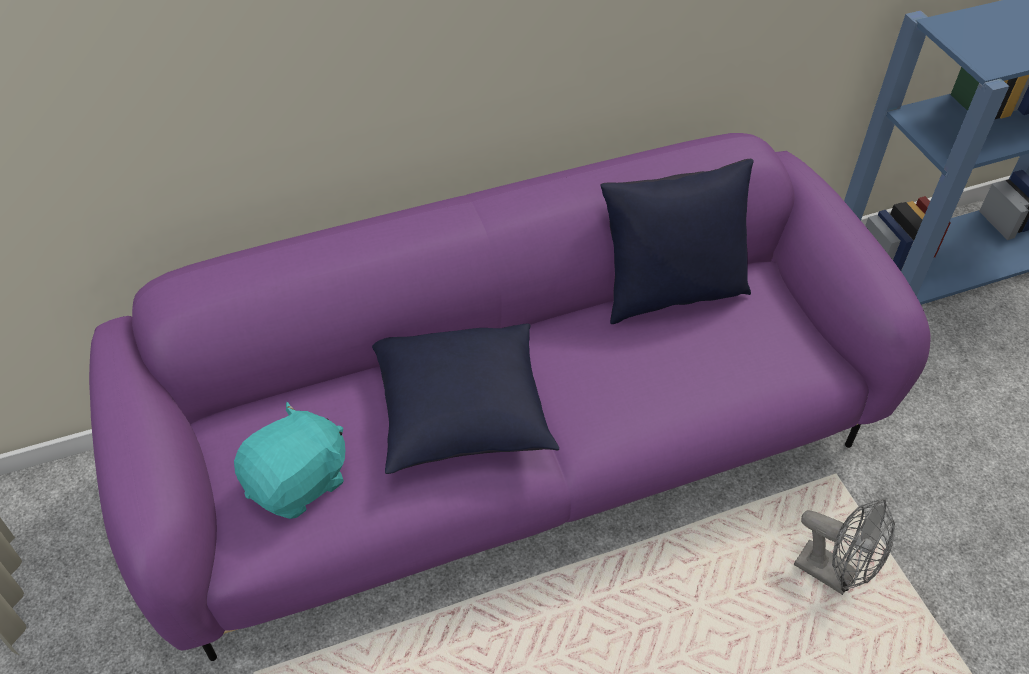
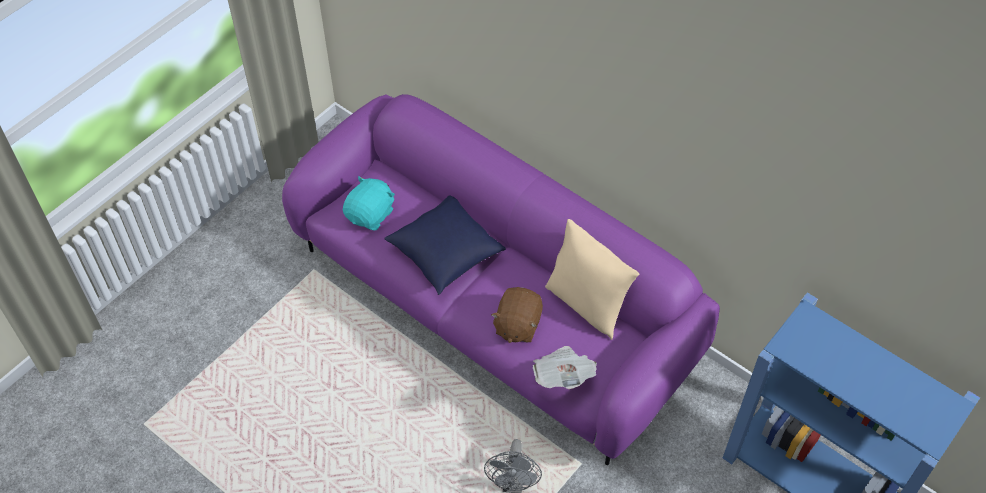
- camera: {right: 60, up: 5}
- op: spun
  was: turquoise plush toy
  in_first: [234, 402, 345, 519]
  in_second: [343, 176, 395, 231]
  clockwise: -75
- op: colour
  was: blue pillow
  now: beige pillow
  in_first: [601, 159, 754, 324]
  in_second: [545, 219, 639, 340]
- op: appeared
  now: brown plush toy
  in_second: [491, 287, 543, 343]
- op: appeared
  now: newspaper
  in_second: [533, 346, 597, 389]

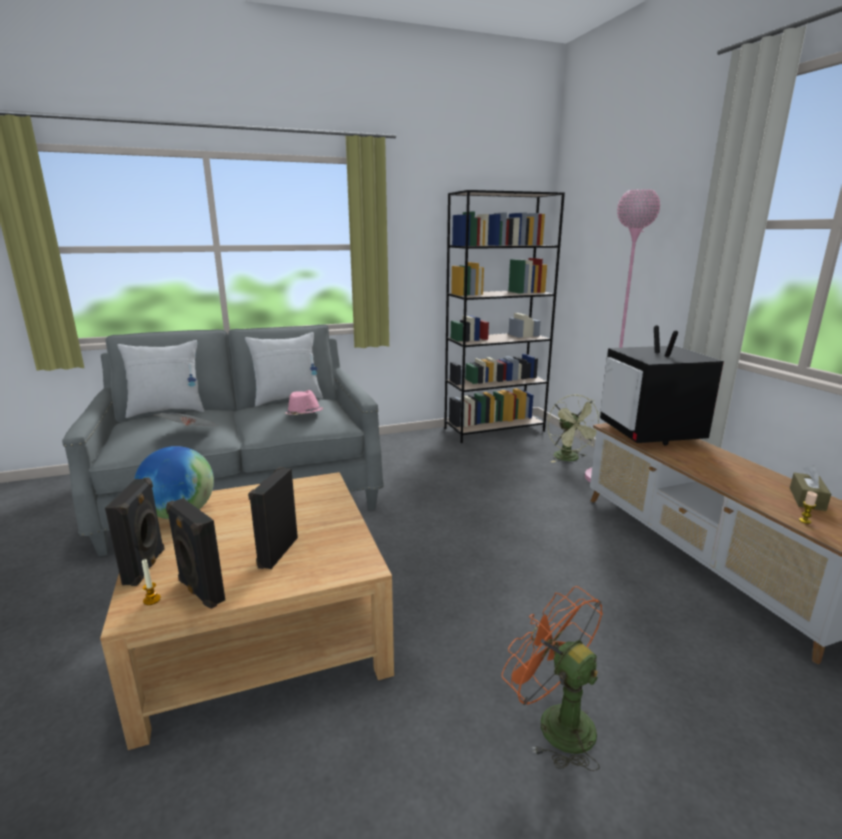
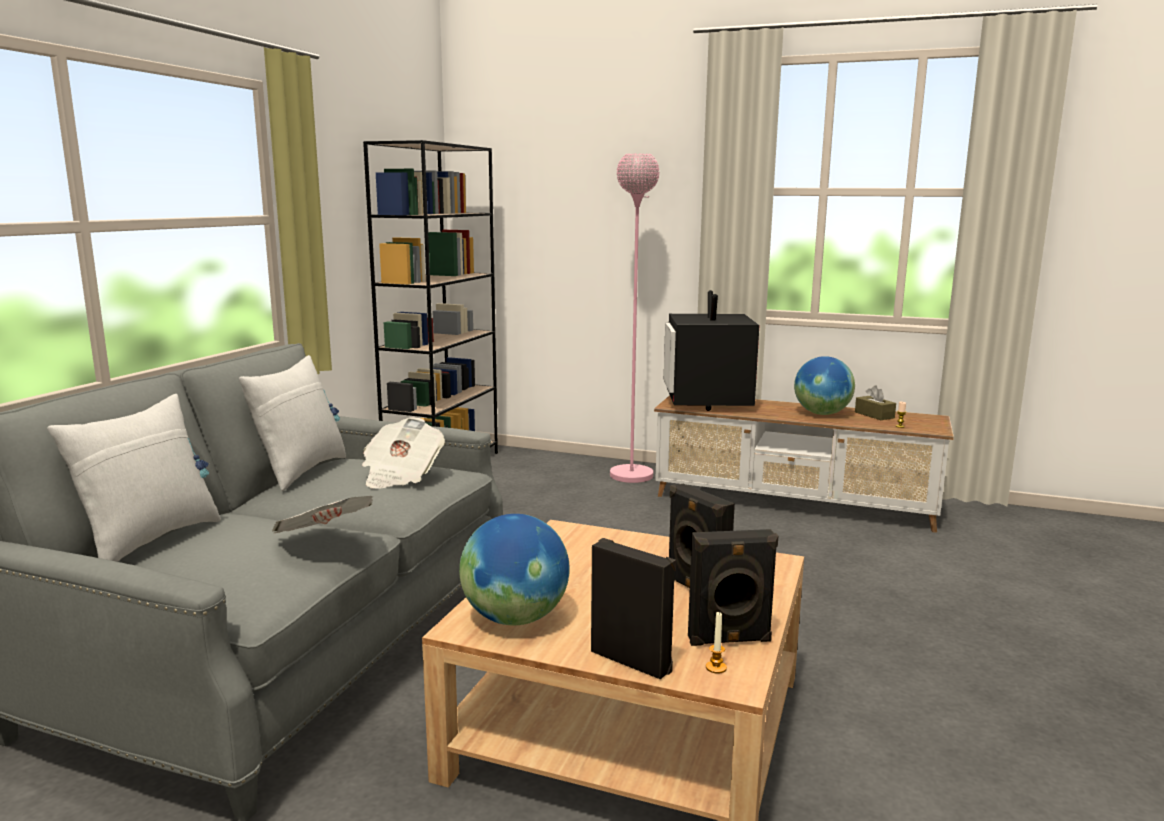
- camera: {right: -50, up: -5}
- op: exchanged
  was: pink hat
  now: newspaper
  in_first: [285, 390, 324, 415]
  in_second: [362, 417, 445, 489]
- op: missing
  was: orange fan
  in_first: [502, 586, 603, 771]
- op: missing
  was: green fan
  in_first: [547, 394, 600, 463]
- op: spun
  was: television
  in_first: [600, 325, 724, 446]
  in_second: [664, 290, 759, 411]
  clockwise: 60
- op: appeared
  now: globe
  in_second: [794, 356, 855, 415]

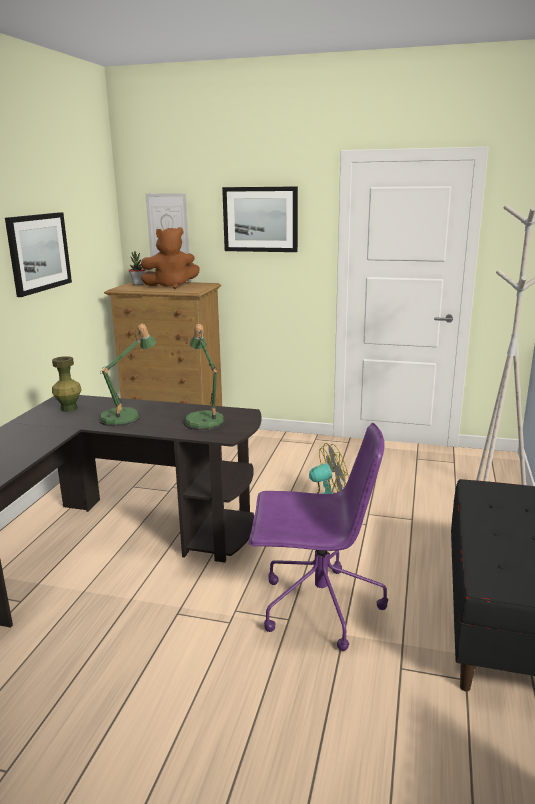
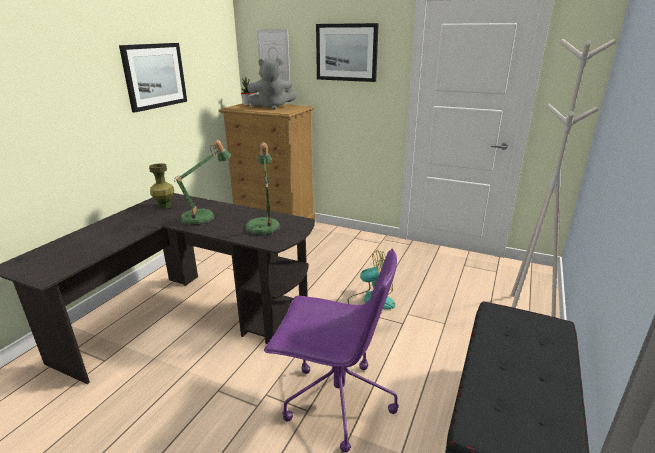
- camera: {right: 10, up: 5}
- op: colour
  was: brown plush toy
  now: grey plush toy
  in_first: [141, 227, 200, 289]
  in_second: [247, 58, 297, 110]

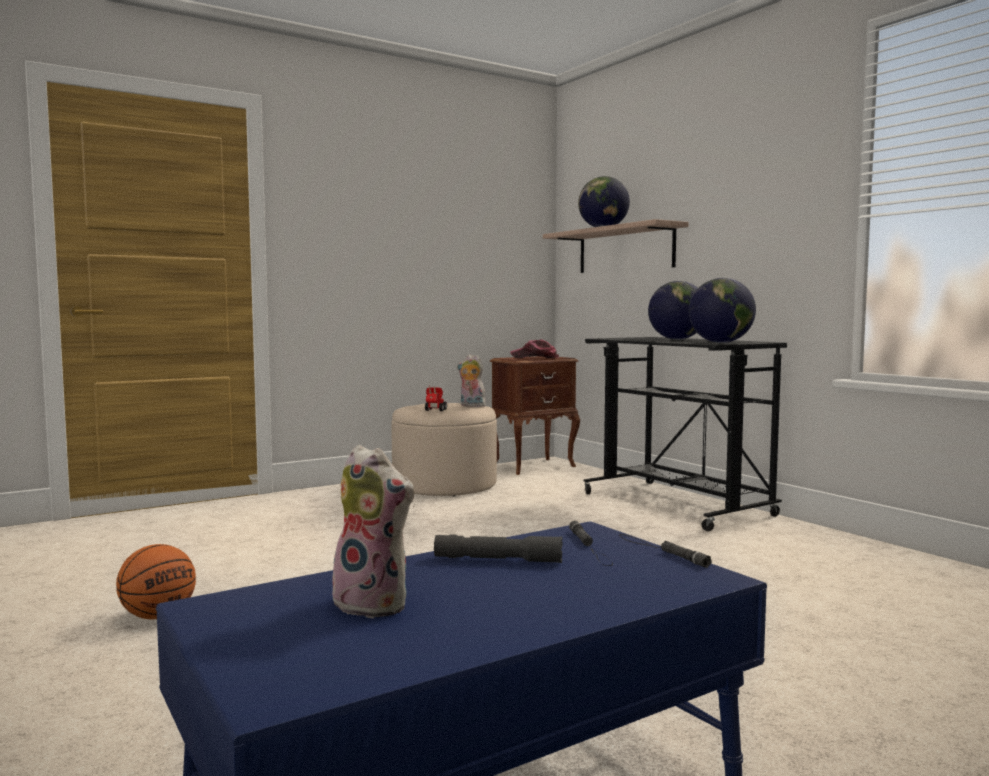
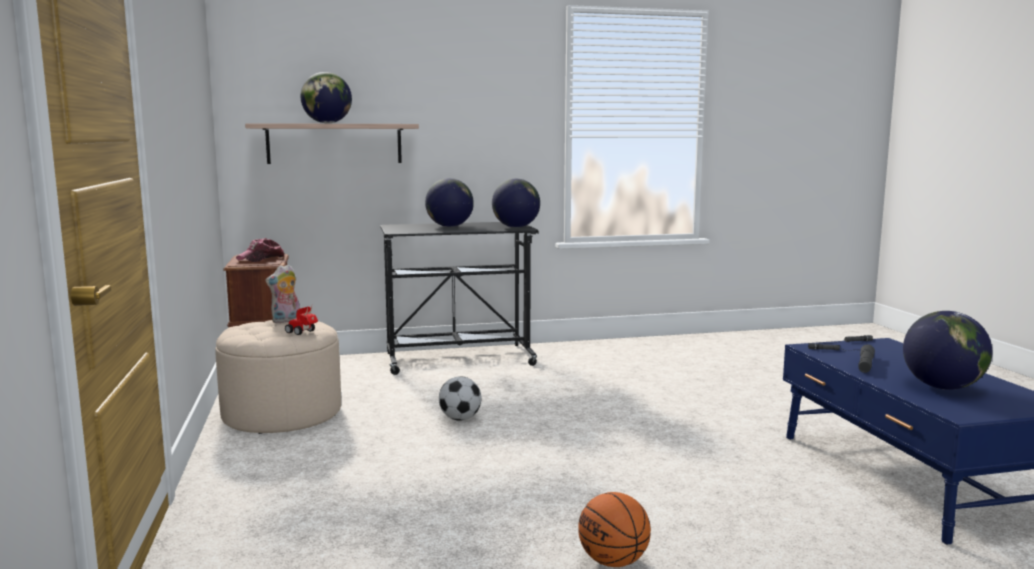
- camera: {right: -70, up: 5}
- op: exchanged
  was: plush toy
  now: globe
  in_first: [330, 445, 415, 618]
  in_second: [903, 311, 992, 390]
- op: appeared
  now: football
  in_second: [439, 376, 481, 421]

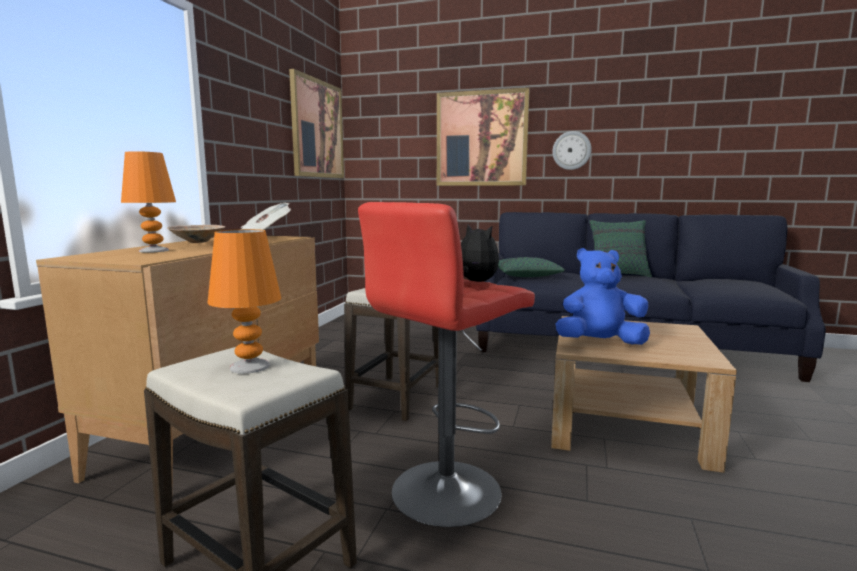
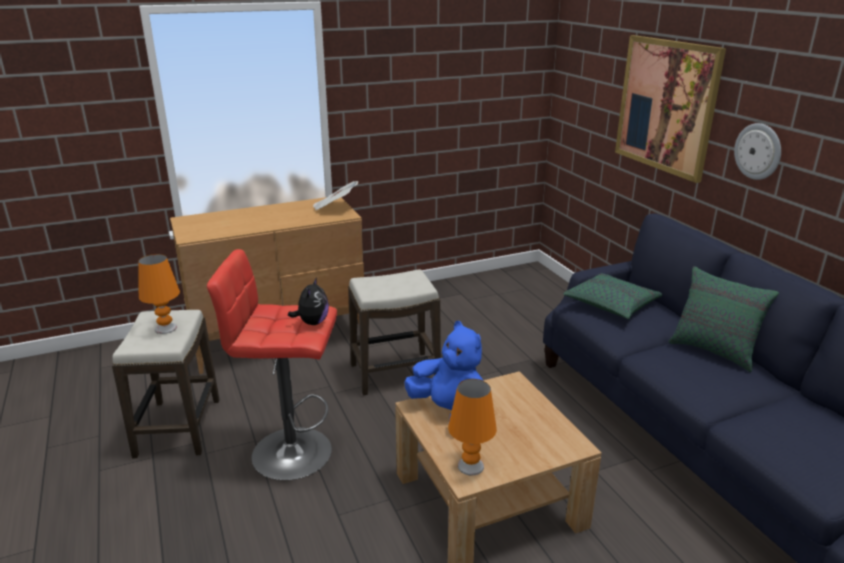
- camera: {right: 50, up: 15}
- op: relocated
  was: orange table lamp
  in_first: [121, 151, 176, 253]
  in_second: [448, 379, 497, 475]
- op: missing
  was: beige bowl
  in_first: [167, 225, 225, 243]
- op: missing
  was: picture
  in_first: [289, 69, 344, 178]

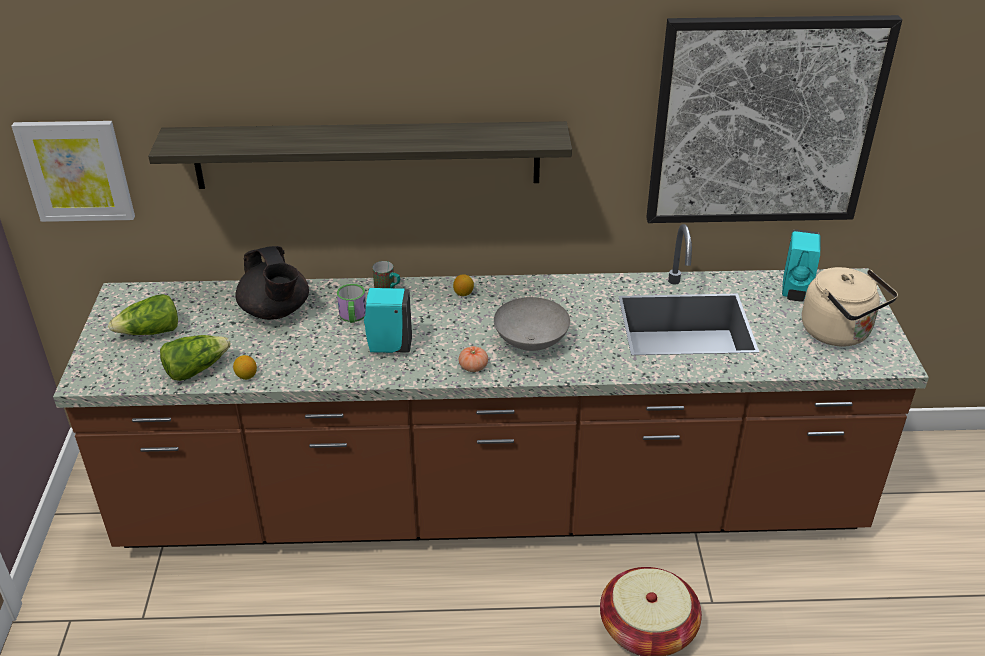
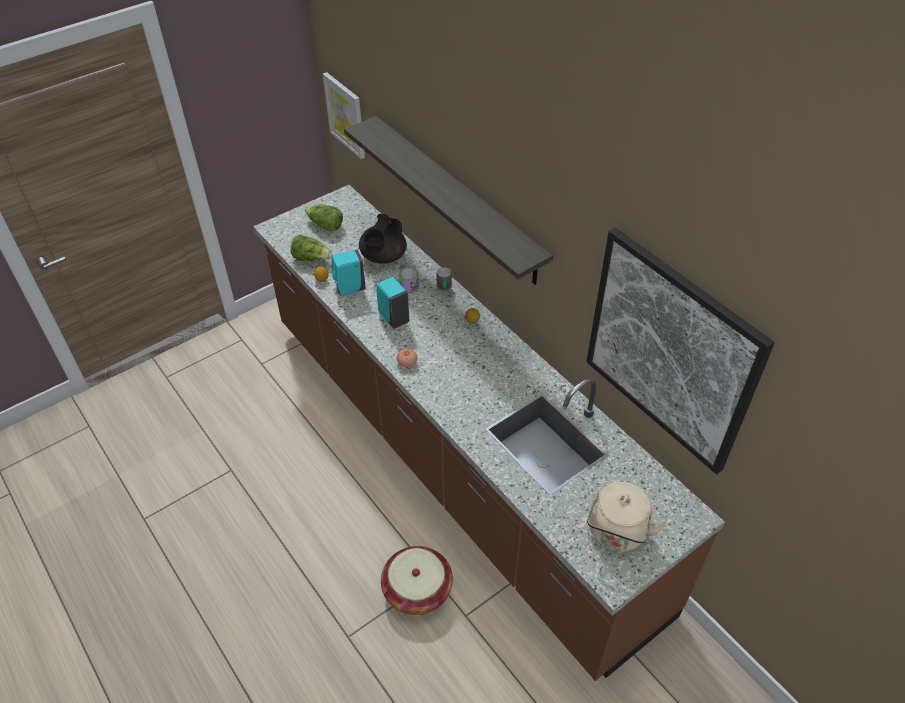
- camera: {right: 55, up: 10}
- op: missing
  was: grey bowl
  in_first: [494, 297, 570, 351]
- op: relocated
  was: turquoise soap dispenser
  in_first: [782, 229, 821, 302]
  in_second: [332, 250, 366, 296]

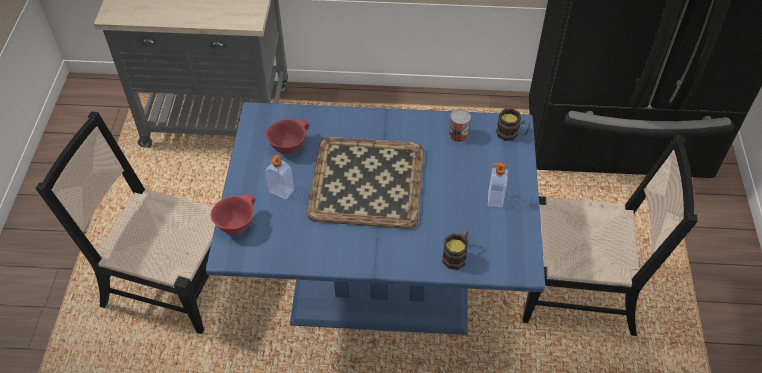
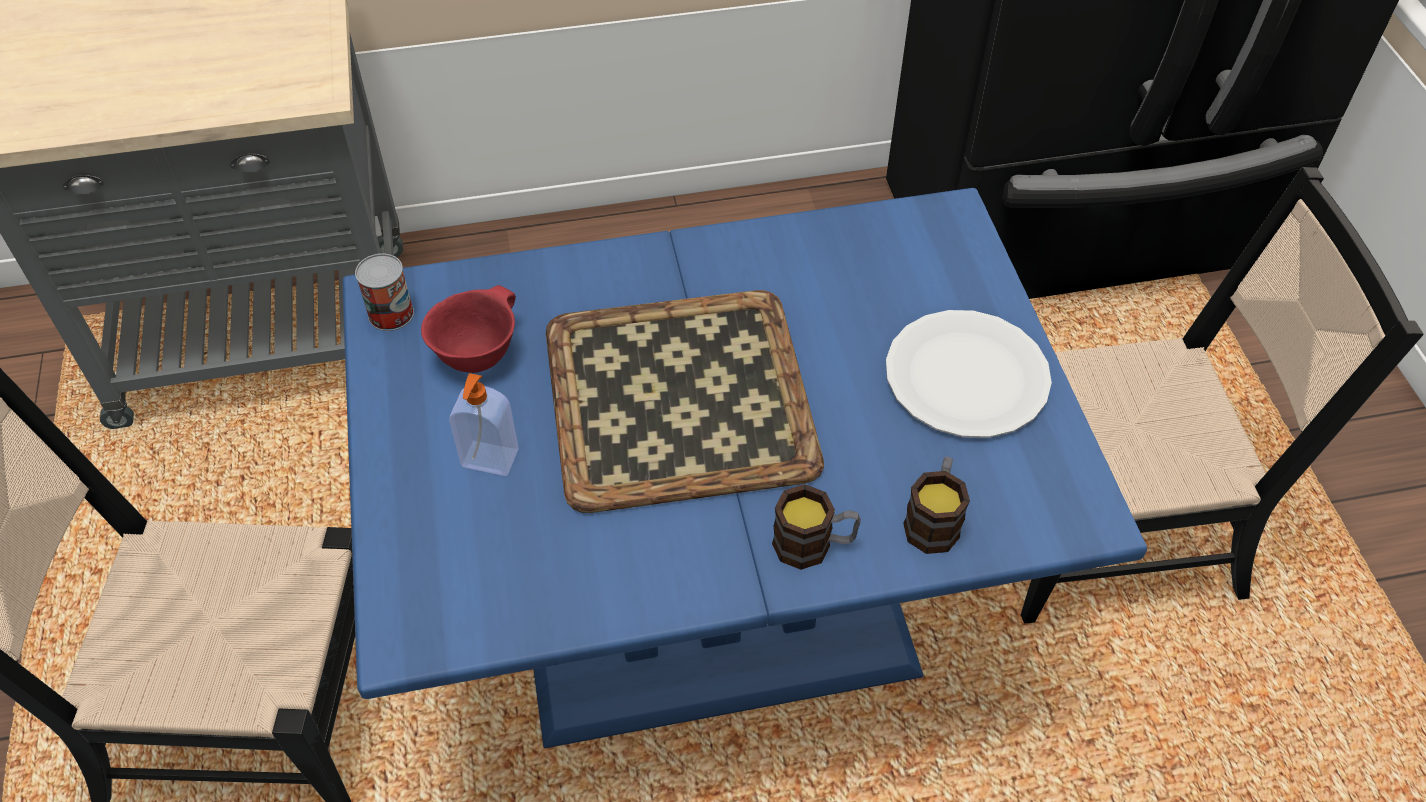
- camera: {right: -15, up: 0}
- op: missing
  was: red bowl
  in_first: [211, 194, 255, 235]
- op: relocated
  was: can
  in_first: [449, 109, 471, 143]
  in_second: [355, 253, 414, 331]
- op: exchanged
  was: soap dispenser
  now: white plate
  in_first: [488, 163, 508, 208]
  in_second: [886, 310, 1052, 438]
- op: relocated
  was: mug
  in_first: [496, 108, 530, 141]
  in_second: [772, 484, 861, 570]

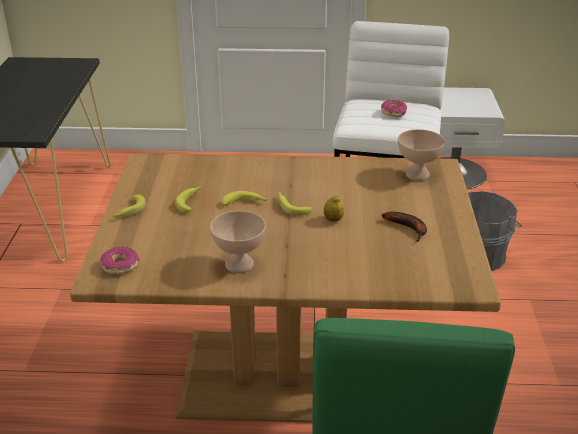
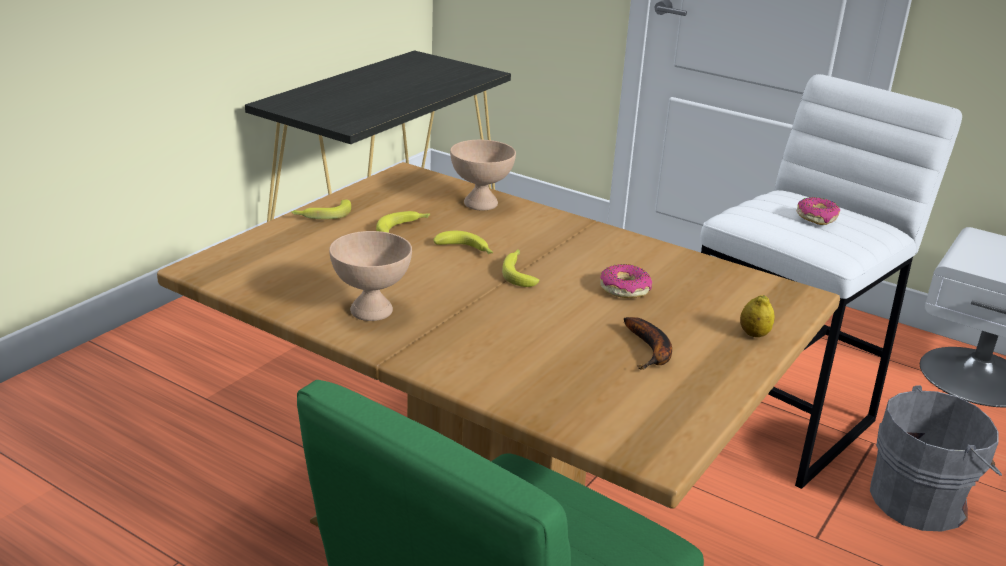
- camera: {right: 30, up: -5}
- op: relocated
  was: donut
  in_first: [100, 246, 139, 274]
  in_second: [600, 264, 652, 298]
- op: relocated
  was: lemon
  in_first: [324, 196, 344, 222]
  in_second: [740, 295, 775, 337]
- op: relocated
  was: beige bowl
  in_first: [398, 129, 445, 181]
  in_second: [450, 140, 516, 211]

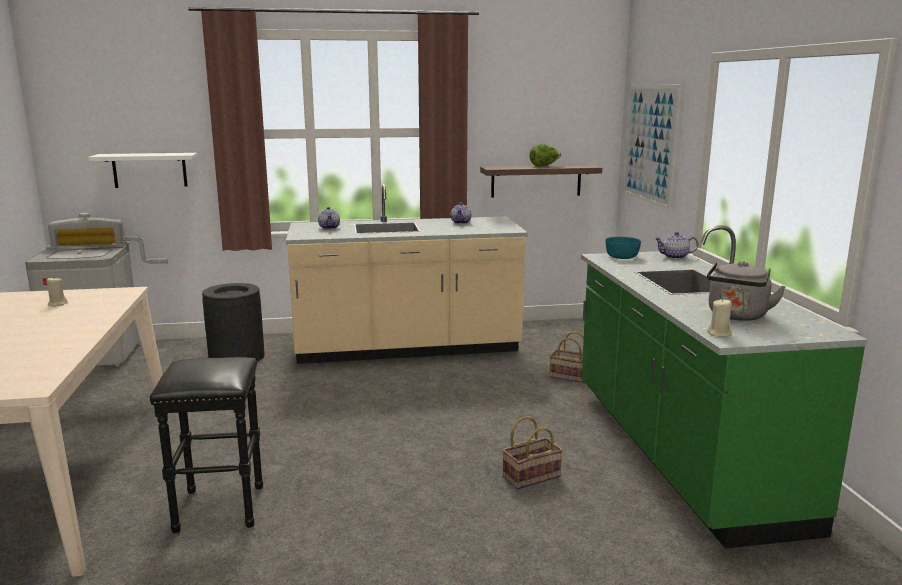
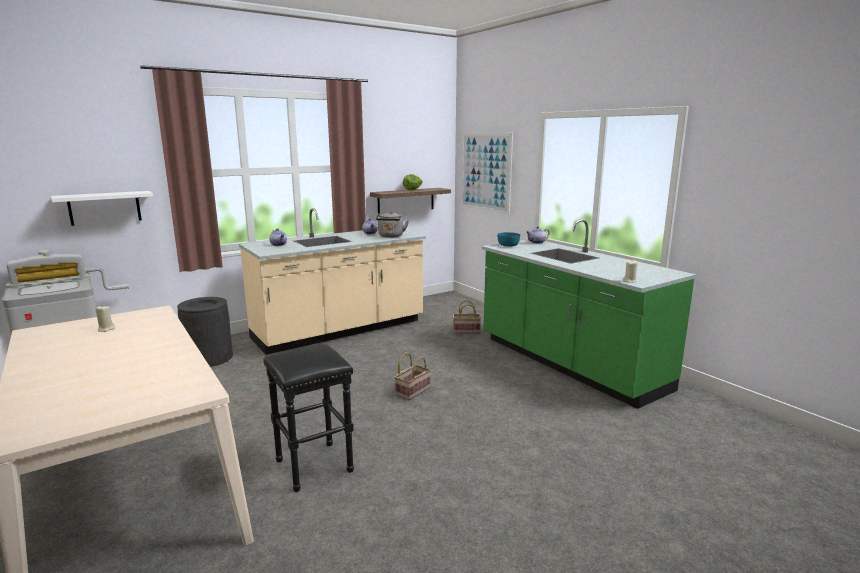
- camera: {right: -25, up: 0}
- op: relocated
  was: basket
  in_first: [502, 416, 563, 489]
  in_second: [394, 352, 431, 401]
- op: relocated
  was: grey kettle
  in_first: [707, 261, 786, 321]
  in_second: [376, 211, 409, 238]

